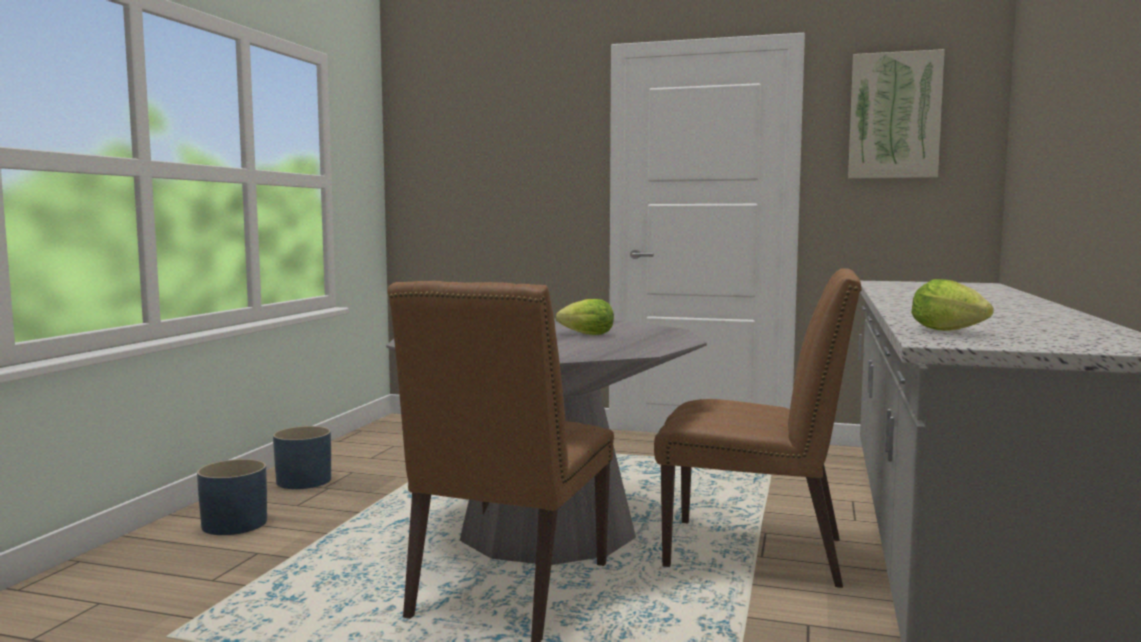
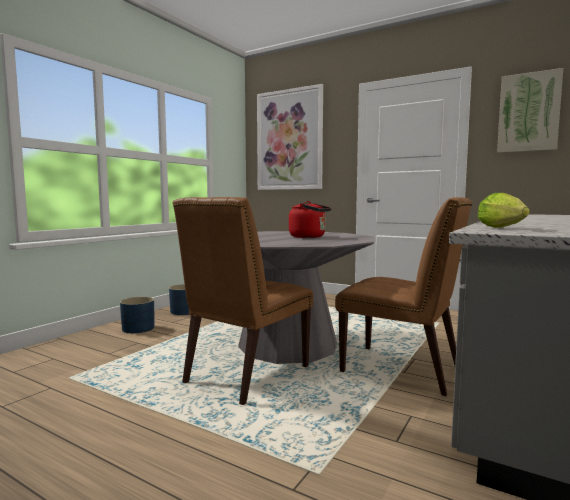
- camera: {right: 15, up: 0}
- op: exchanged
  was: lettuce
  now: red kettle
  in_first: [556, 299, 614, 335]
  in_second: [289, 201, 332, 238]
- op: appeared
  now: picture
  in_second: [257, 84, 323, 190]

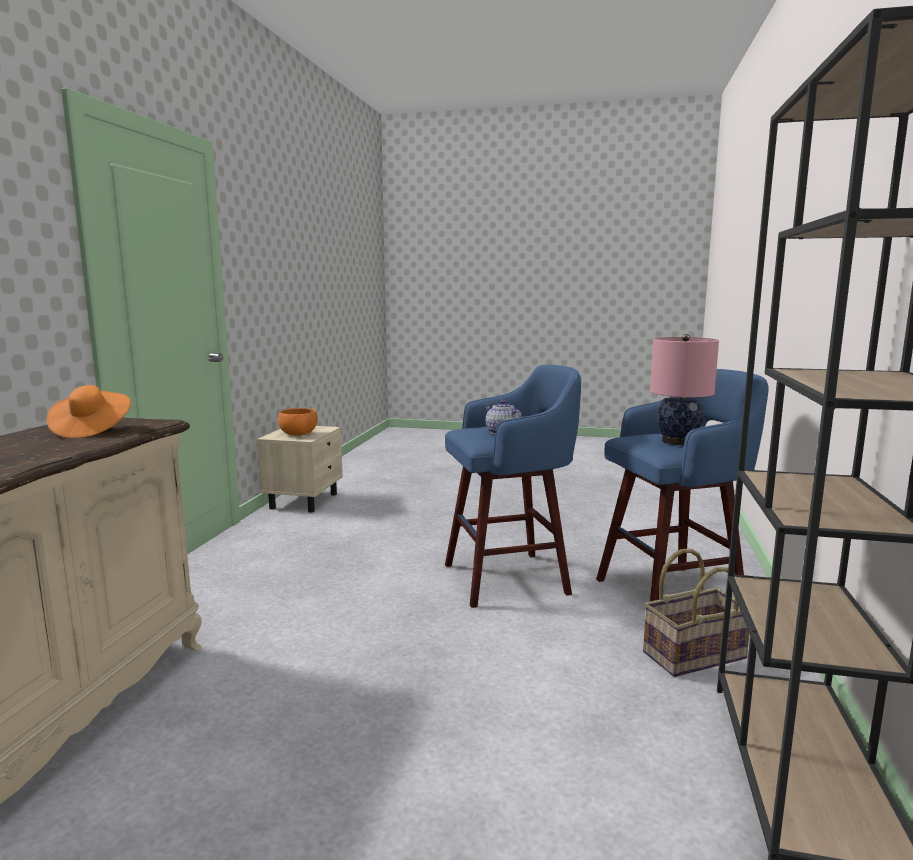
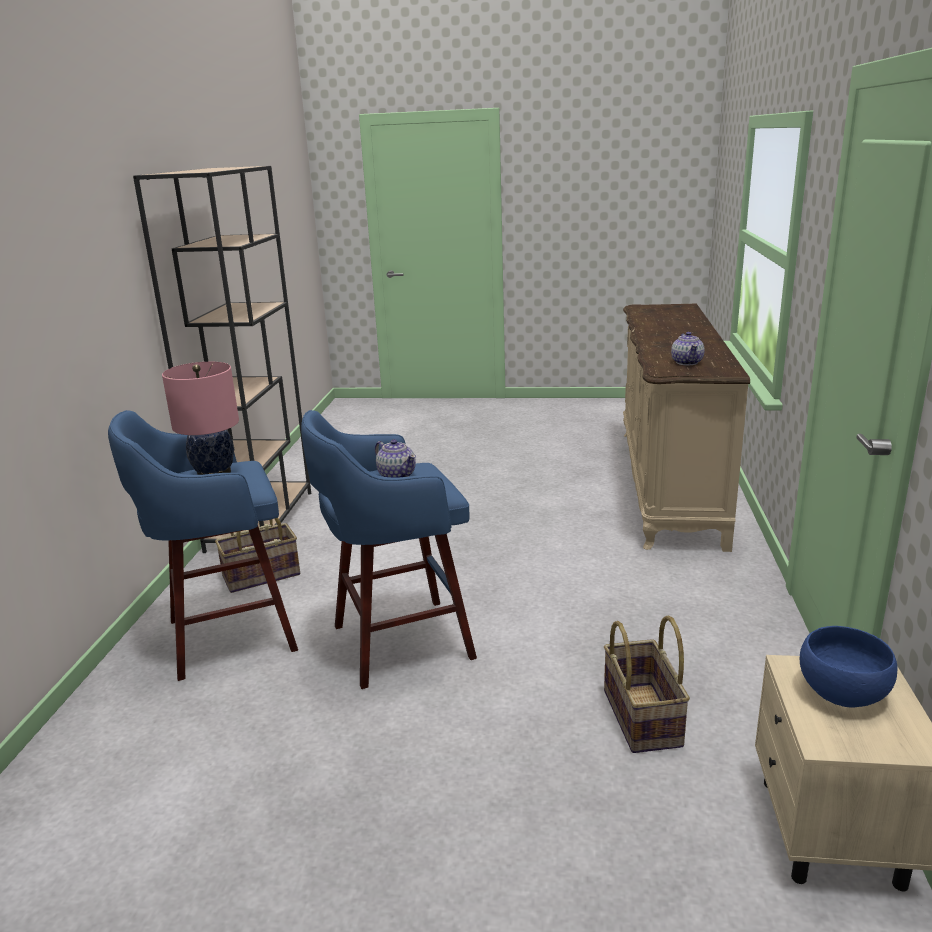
- camera: {right: 175, up: 10}
- op: exchanged
  was: orange hat
  now: teapot
  in_first: [47, 385, 131, 438]
  in_second: [671, 332, 705, 365]
- op: colour
  was: orange bowl
  now: blue bowl
  in_first: [278, 408, 318, 436]
  in_second: [800, 626, 897, 708]
- op: appeared
  now: basket
  in_second: [604, 616, 690, 753]

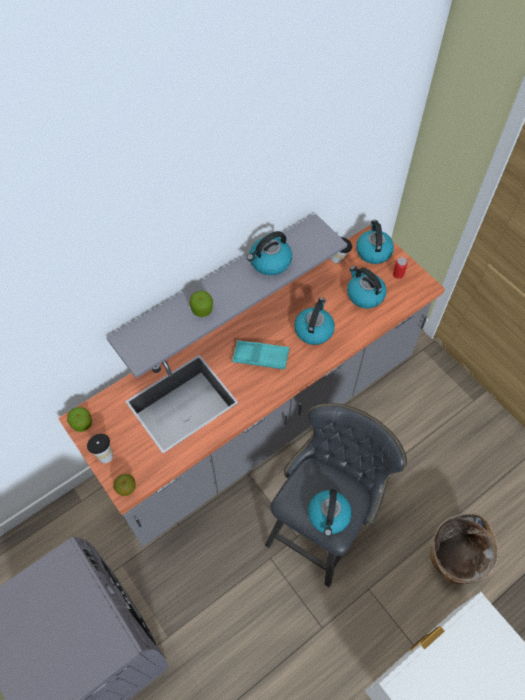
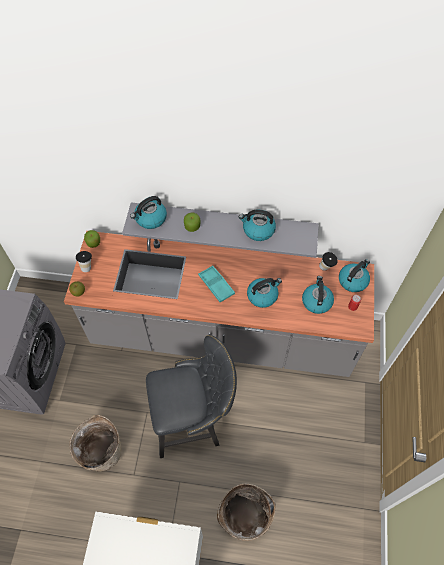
- camera: {right: 45, up: 0}
- op: relocated
  was: kettle
  in_first: [308, 489, 352, 536]
  in_second: [130, 196, 167, 229]
- op: appeared
  now: basket
  in_second: [70, 415, 121, 471]

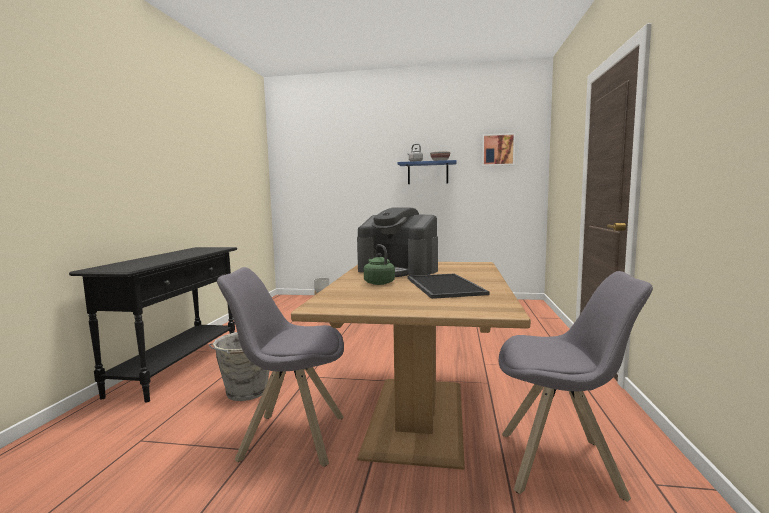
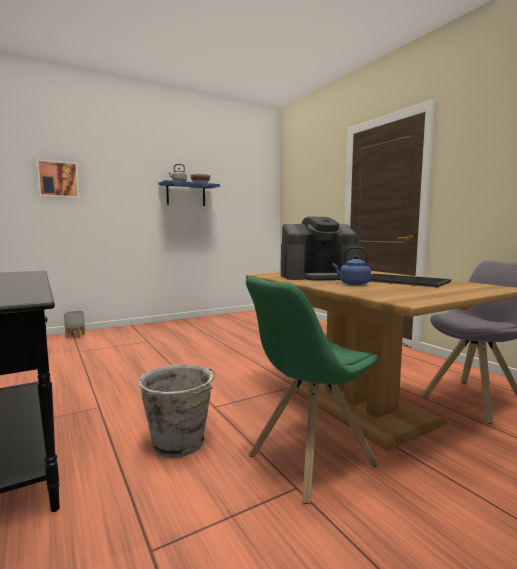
- camera: {right: -40, up: 0}
- op: colour
  was: grey chair
  now: green chair
  in_first: [217, 267, 344, 467]
  in_second: [246, 277, 379, 504]
- op: colour
  was: green kettle
  now: blue kettle
  in_first: [364, 244, 395, 285]
  in_second: [333, 247, 371, 285]
- op: relocated
  was: picture
  in_first: [482, 133, 515, 166]
  in_second: [37, 159, 79, 198]

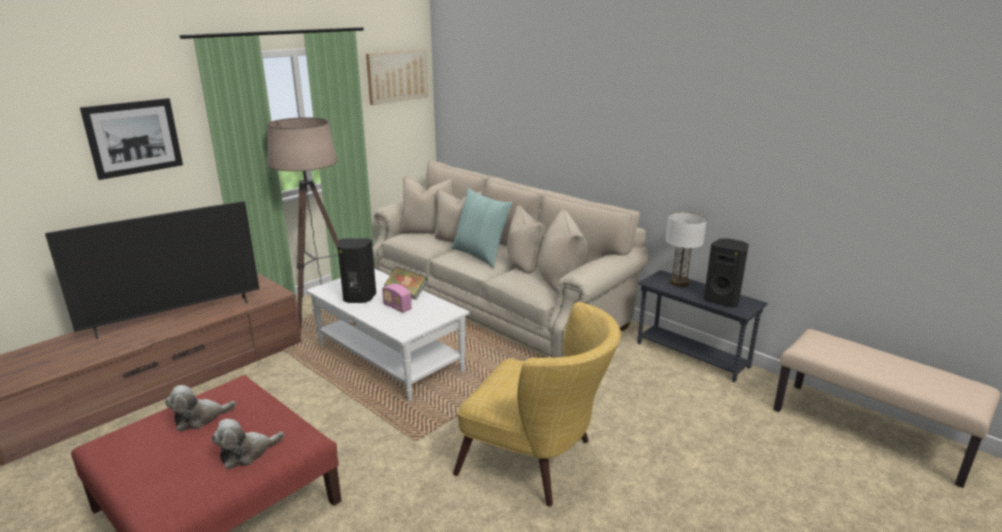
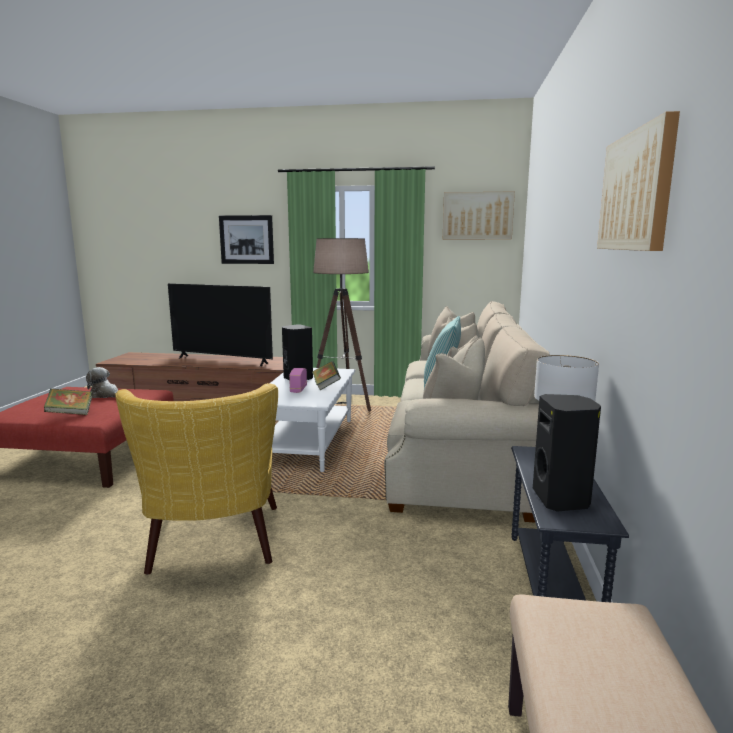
- camera: {right: 55, up: -10}
- op: exchanged
  was: plush toy
  now: book
  in_first: [212, 419, 284, 469]
  in_second: [44, 388, 93, 415]
- op: appeared
  now: picture
  in_second: [597, 111, 680, 251]

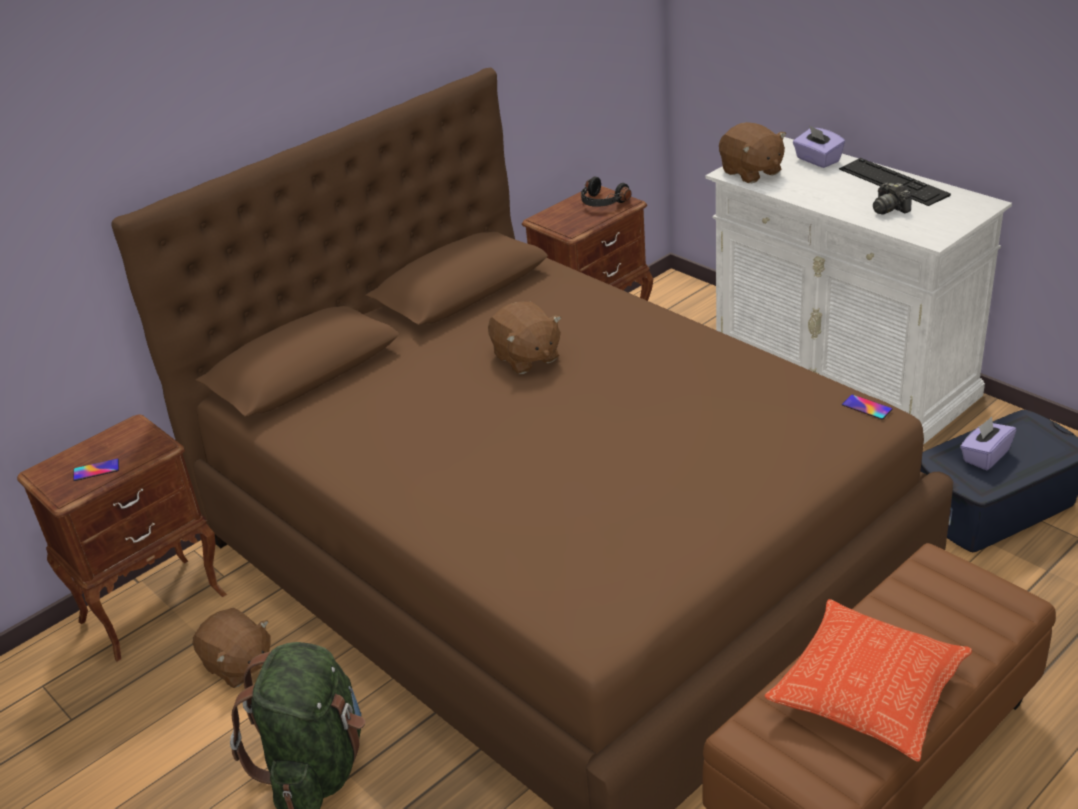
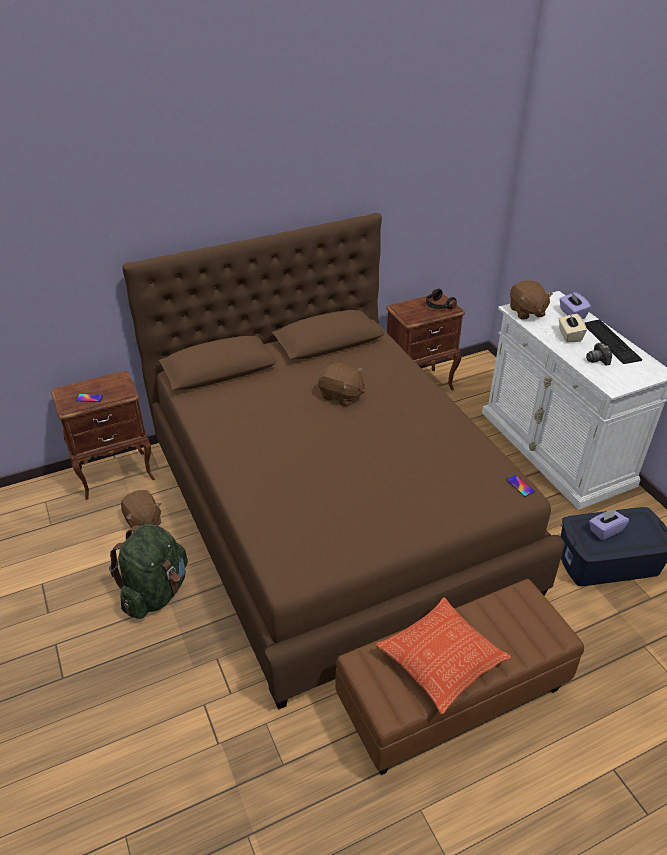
- camera: {right: 15, up: 5}
- op: spun
  was: brown plush toy
  in_first: [488, 302, 562, 374]
  in_second: [318, 362, 365, 407]
  clockwise: -45
- op: appeared
  now: beige tissue box
  in_second: [559, 314, 587, 342]

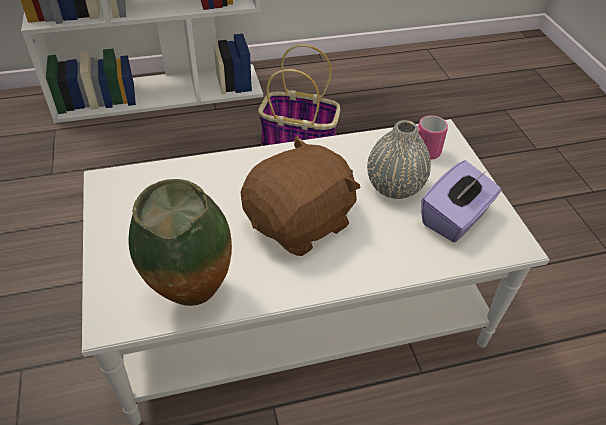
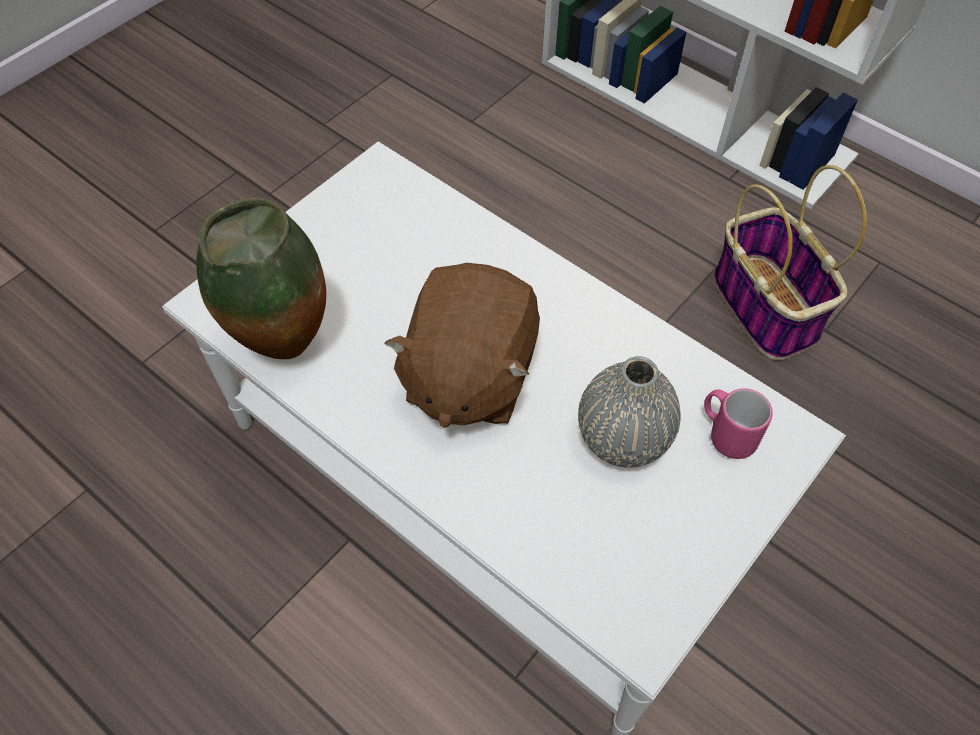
- camera: {right: 55, up: 10}
- op: spun
  was: brown plush toy
  in_first: [241, 136, 360, 256]
  in_second: [385, 263, 540, 428]
  clockwise: 90
- op: missing
  was: purple tissue box
  in_first: [421, 161, 501, 242]

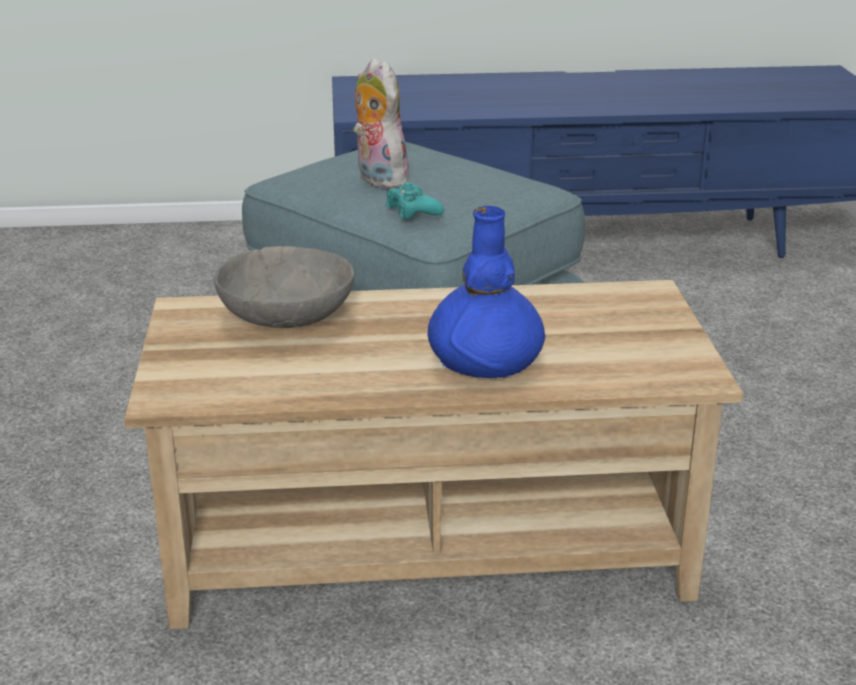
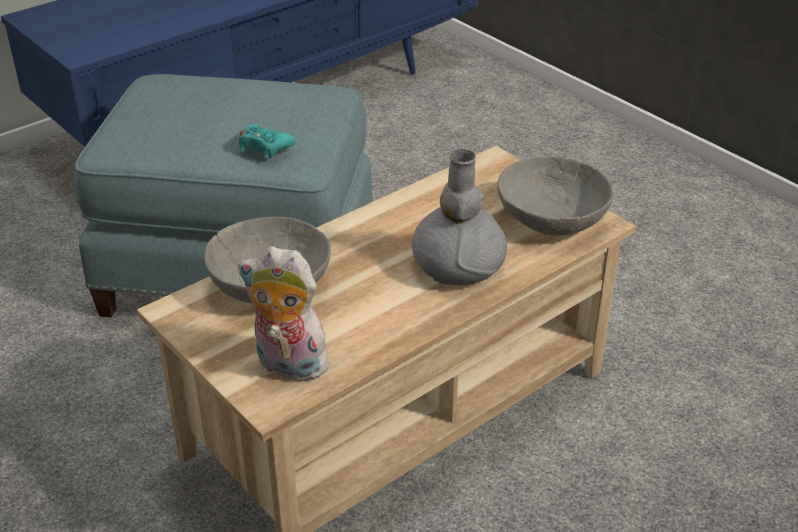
- camera: {right: -35, up: 10}
- op: relocated
  was: plush toy
  in_first: [353, 58, 413, 189]
  in_second: [238, 246, 337, 385]
- op: colour
  was: blue vase
  now: grey vase
  in_first: [428, 206, 545, 379]
  in_second: [412, 149, 507, 285]
- op: appeared
  now: grey bowl
  in_second: [497, 156, 613, 236]

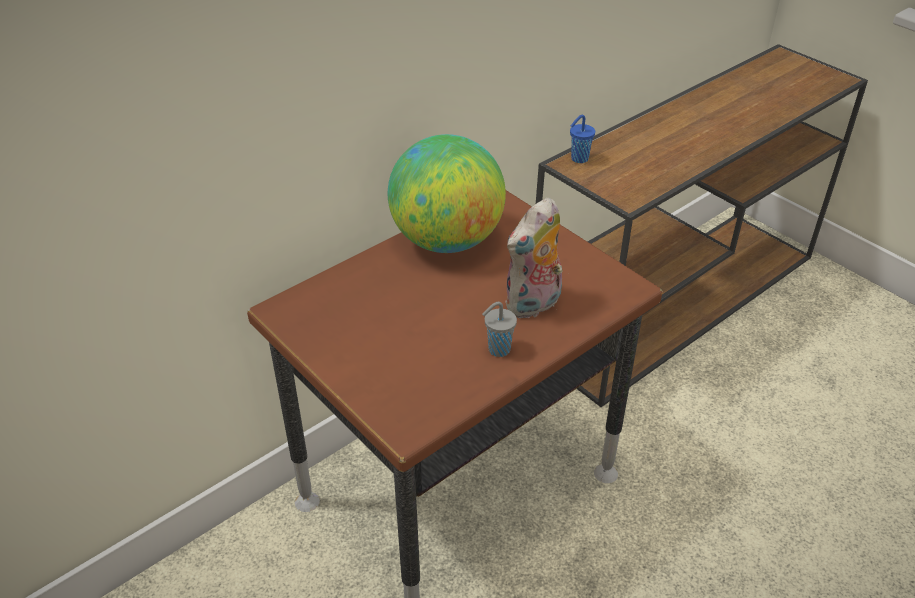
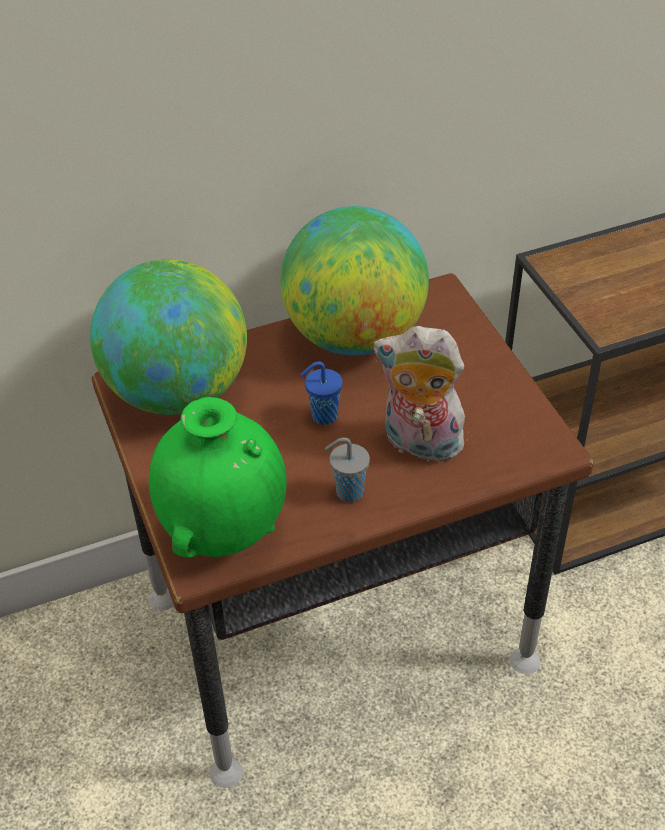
- camera: {right: 20, up: 5}
- op: spun
  was: plush toy
  in_first: [505, 197, 563, 318]
  in_second: [374, 326, 471, 462]
  clockwise: 45
- op: relocated
  was: blue cup
  in_first: [570, 115, 595, 163]
  in_second: [300, 361, 343, 425]
- op: appeared
  now: globe
  in_second: [90, 259, 247, 415]
- op: appeared
  now: green vase
  in_second: [149, 397, 287, 558]

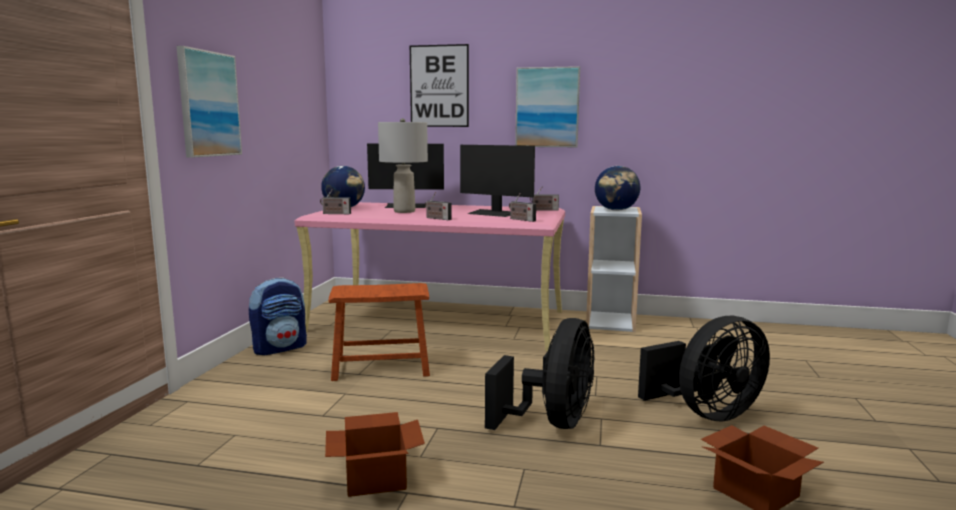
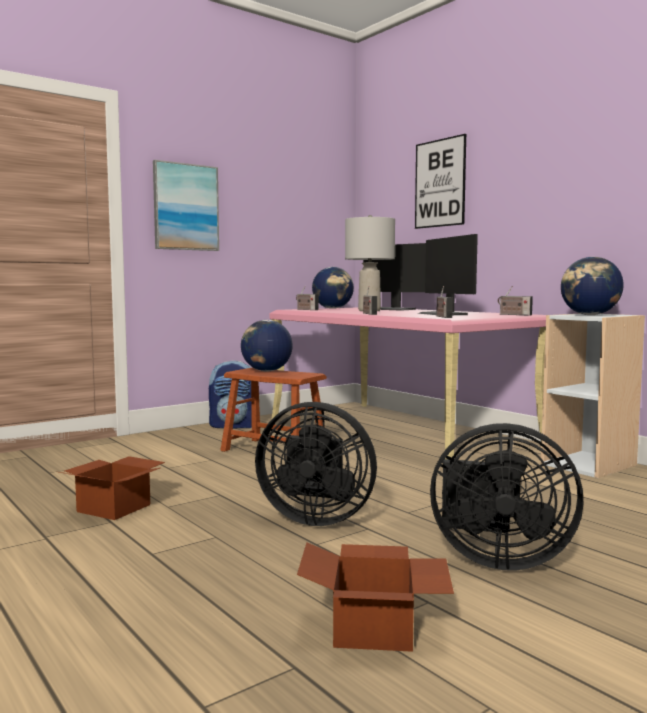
- camera: {right: 40, up: -5}
- op: spun
  was: black fan
  in_first: [485, 318, 594, 430]
  in_second: [255, 402, 377, 526]
  clockwise: 45
- op: missing
  was: picture
  in_first: [515, 66, 580, 147]
- op: appeared
  now: globe
  in_second: [241, 320, 293, 372]

